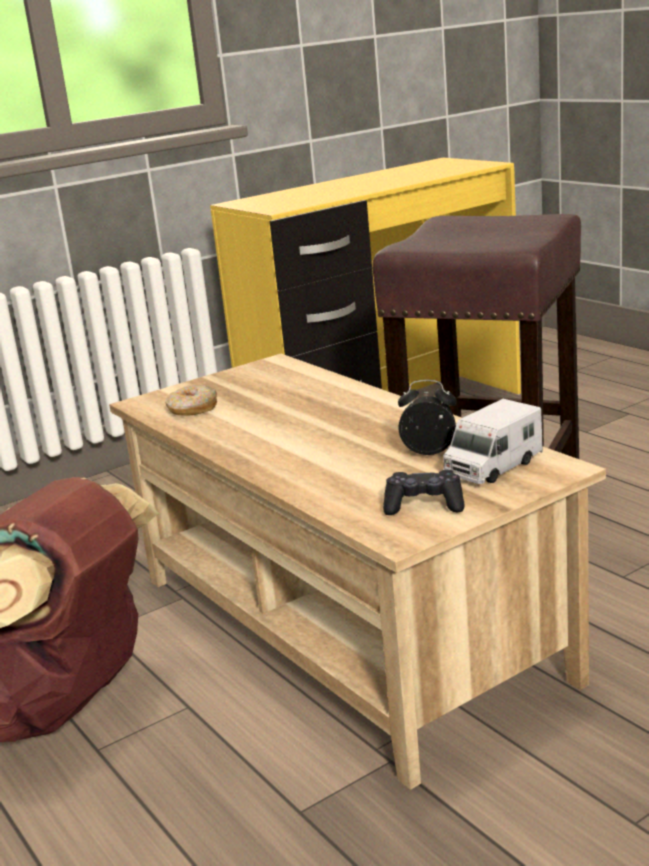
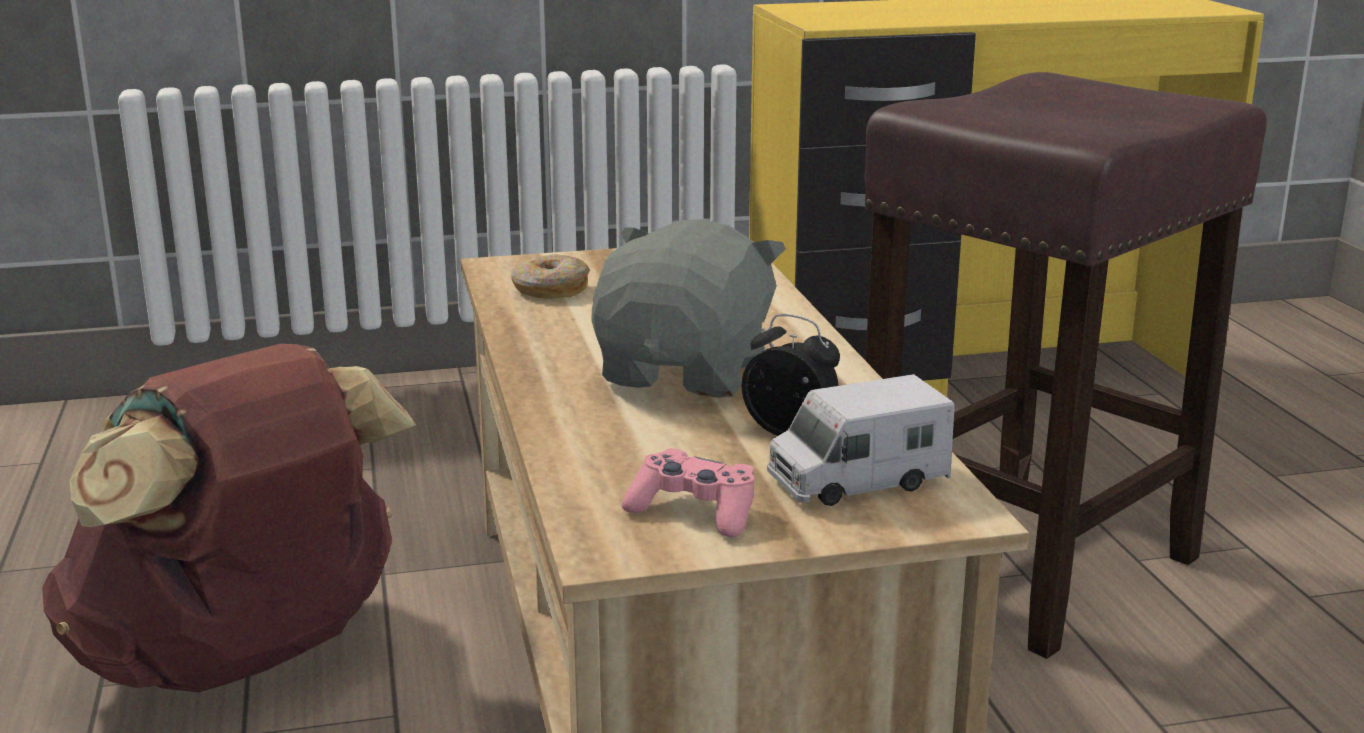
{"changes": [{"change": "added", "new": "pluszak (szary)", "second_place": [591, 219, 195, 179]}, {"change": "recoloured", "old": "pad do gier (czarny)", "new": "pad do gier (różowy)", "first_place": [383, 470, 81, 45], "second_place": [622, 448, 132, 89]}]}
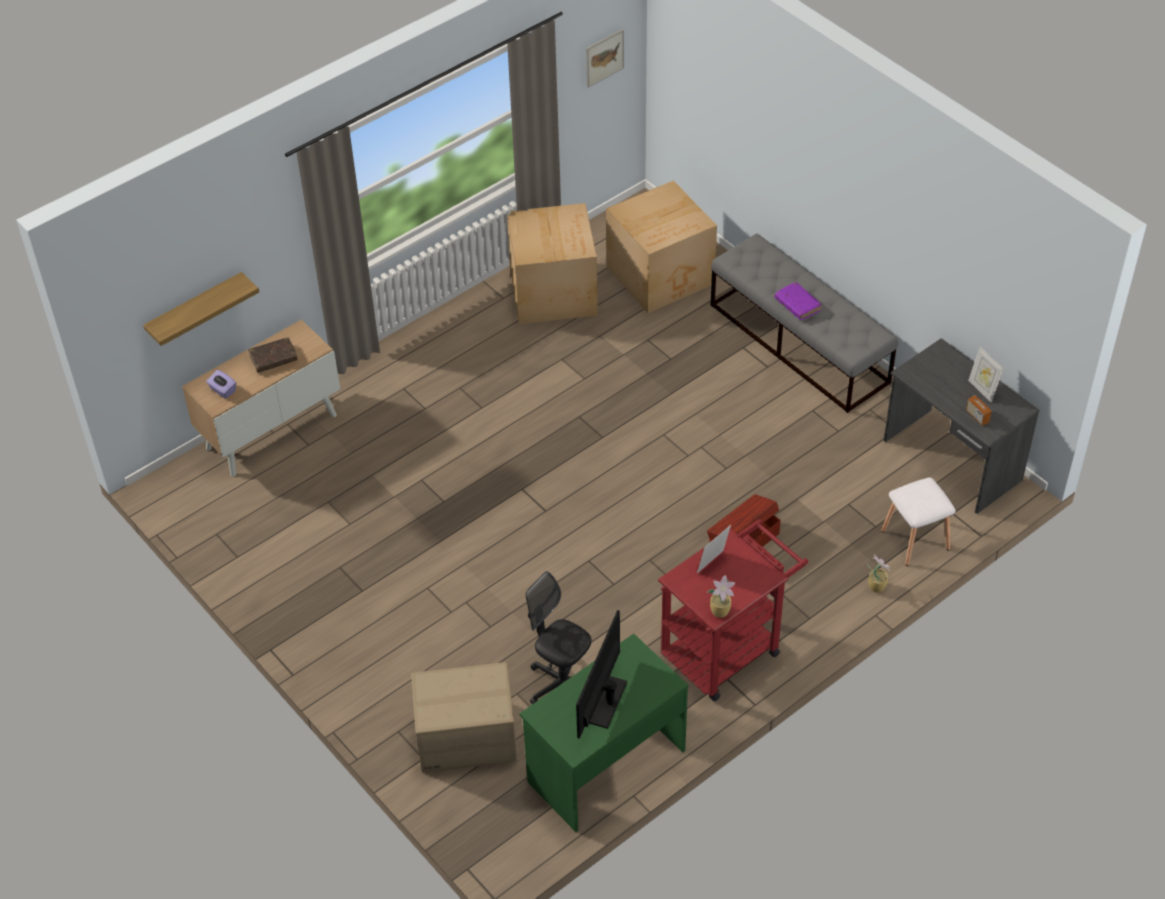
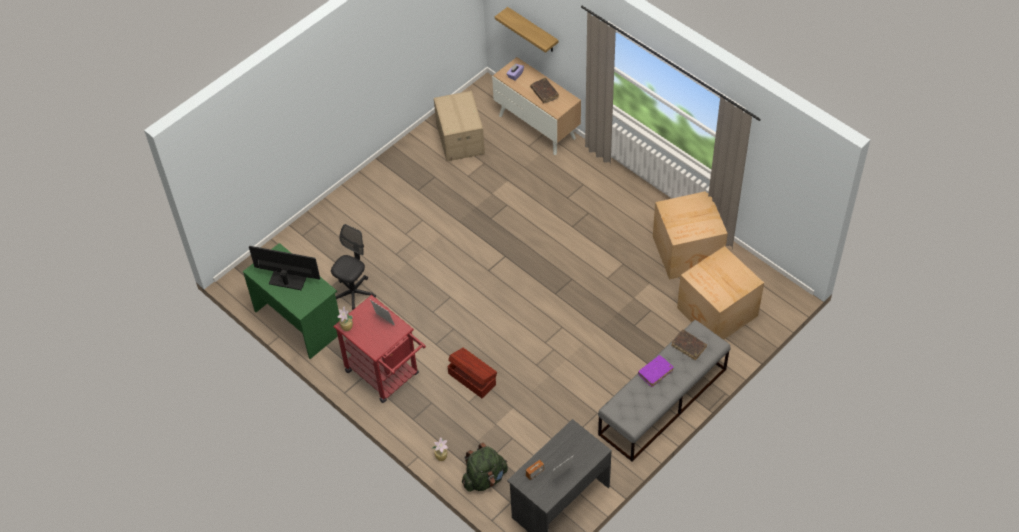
{"changes": [{"change": "removed", "old": "obraz", "first_place": [586, 29, 38, 58]}, {"change": "added", "new": "książka (brązowy)", "second_place": [671, 329, 36, 31]}, {"change": "moved", "old": "karton", "first_place": [411, 662, 107, 110], "second_place": [434, 91, 51, 70]}, {"change": "replaced", "old": "stołek (biały)", "new": "plecak (zielony)", "first_place": [881, 477, 75, 89], "second_place": [462, 443, 46, 49]}]}
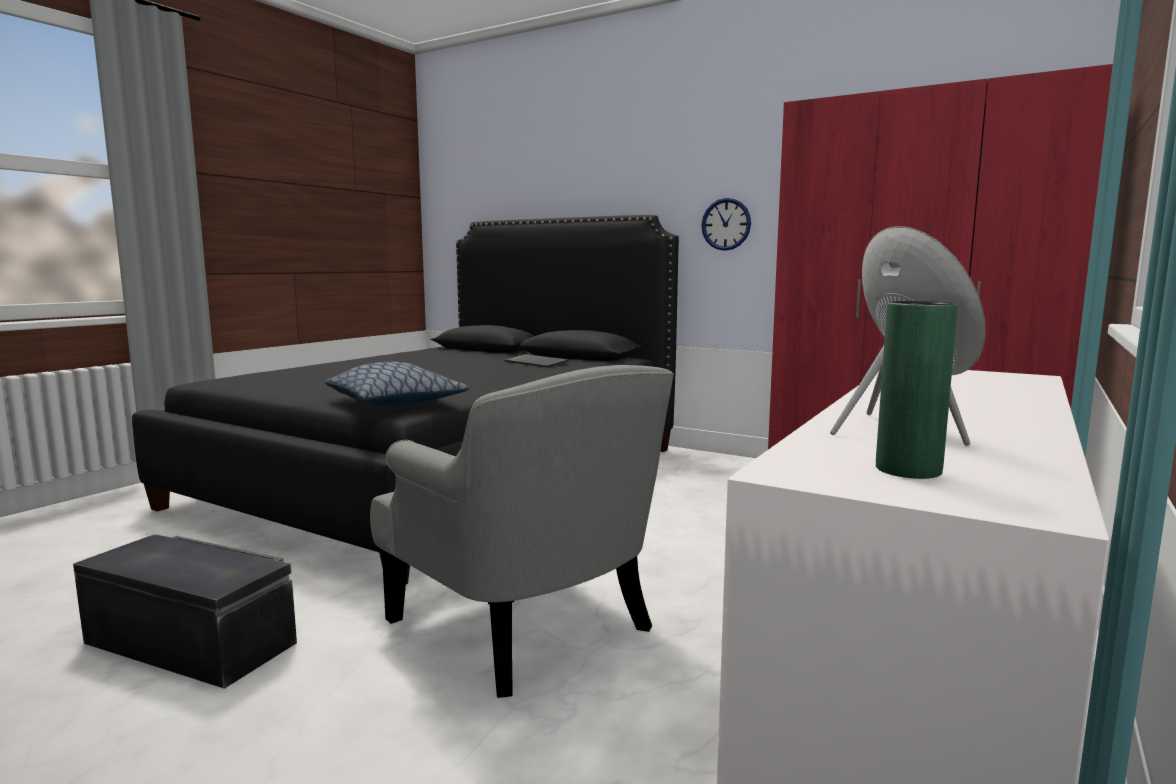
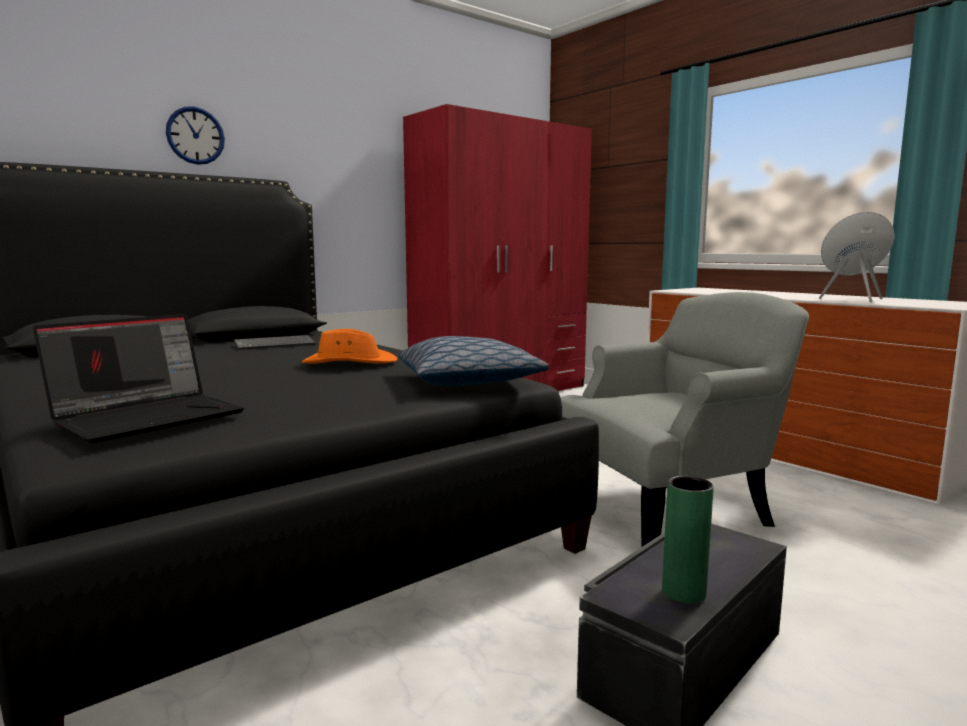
{"changes": [{"change": "added", "new": "laptop", "second_place": [33, 314, 211, 129]}, {"change": "added", "new": "kapelusz (pomarańczowy)", "second_place": [302, 329, 96, 35]}, {"change": "moved", "old": "zegar ścienny", "first_place": [701, 198, 50, 53], "second_place": [166, 106, 59, 59]}, {"change": "moved", "old": "wazon (zielony)", "first_place": [876, 301, 82, 178], "second_place": [662, 476, 52, 128]}]}
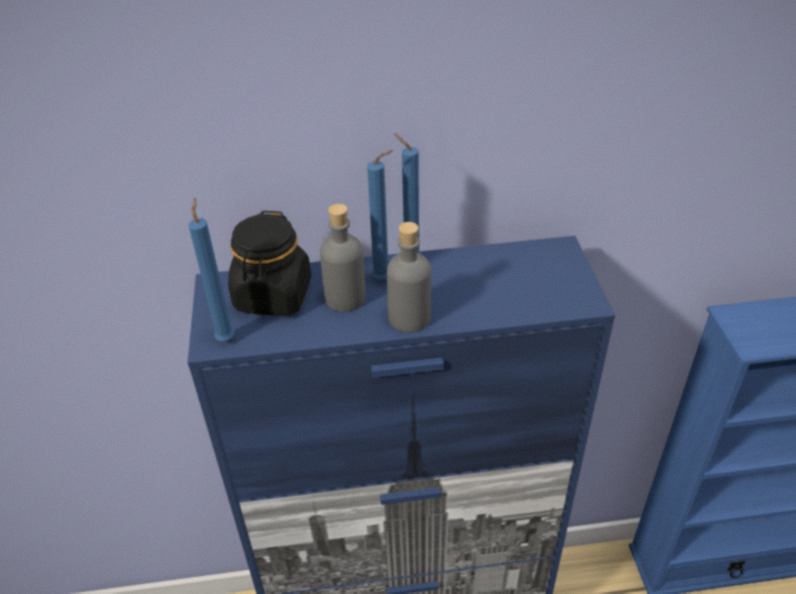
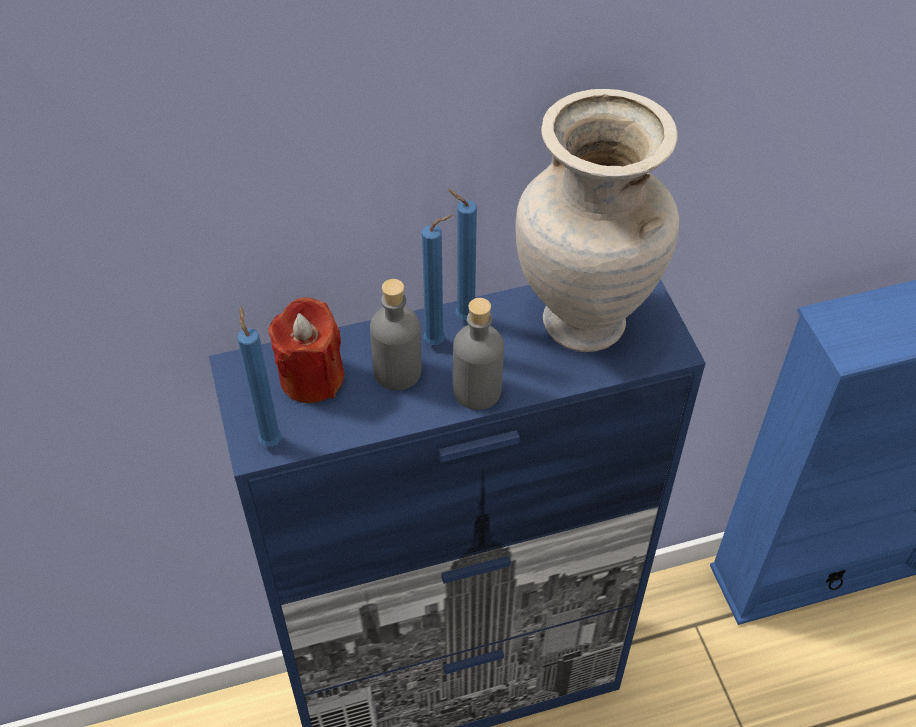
{"changes": [{"change": "added", "new": "wazon (beżowy)", "second_place": [515, 89, 164, 263]}, {"change": "replaced", "old": "słoik (czarny)", "new": "świeca (czerwony)", "first_place": [228, 211, 83, 105], "second_place": [268, 297, 76, 106]}]}
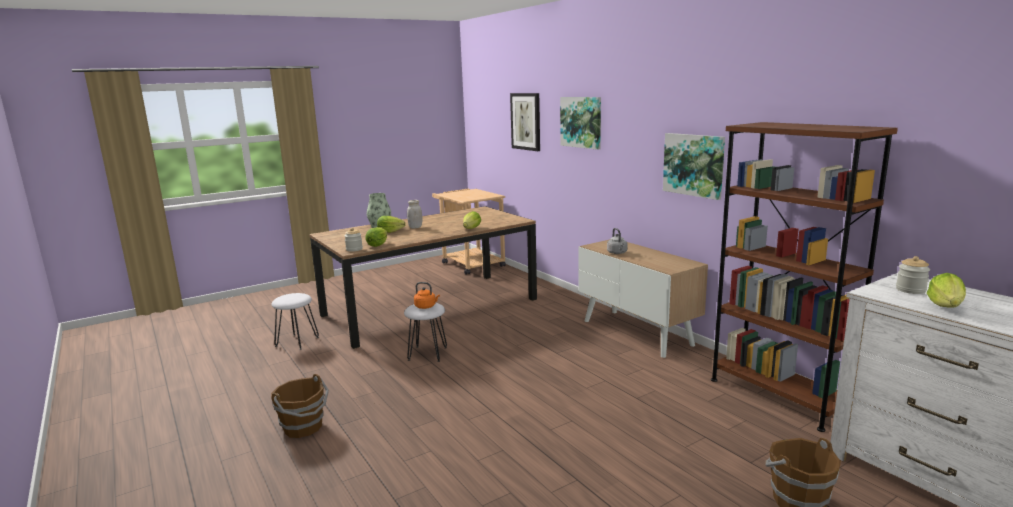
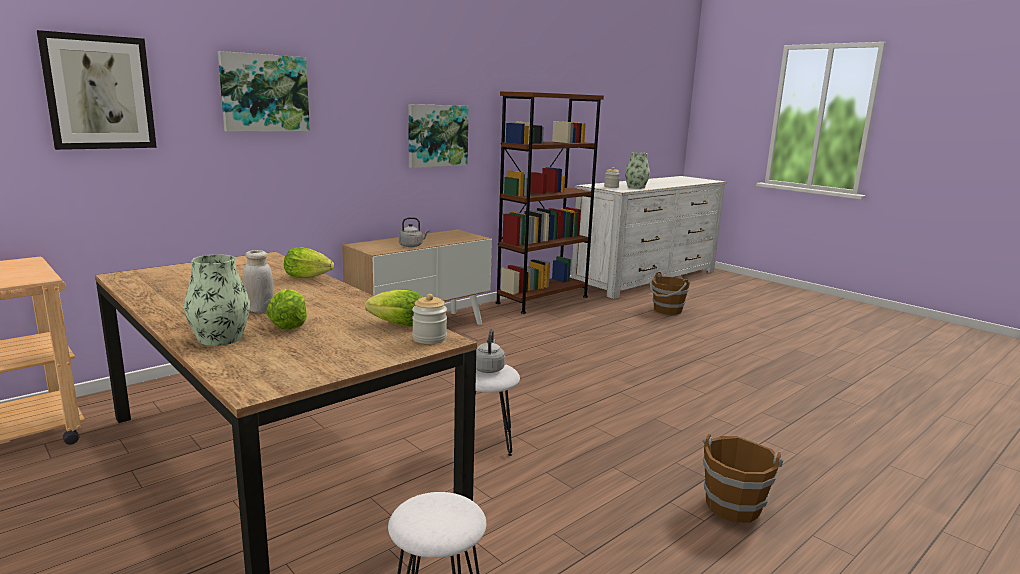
{"changes": [{"change": "replaced", "old": "sałata", "new": "wazon", "first_place": [927, 273, 39, 35], "second_place": [625, 152, 25, 37]}, {"change": "recoloured", "old": "czajnik (pomarańczowy)", "new": "czajnik (szary)", "first_place": [414, 282, 26, 27], "second_place": [476, 329, 29, 44]}]}
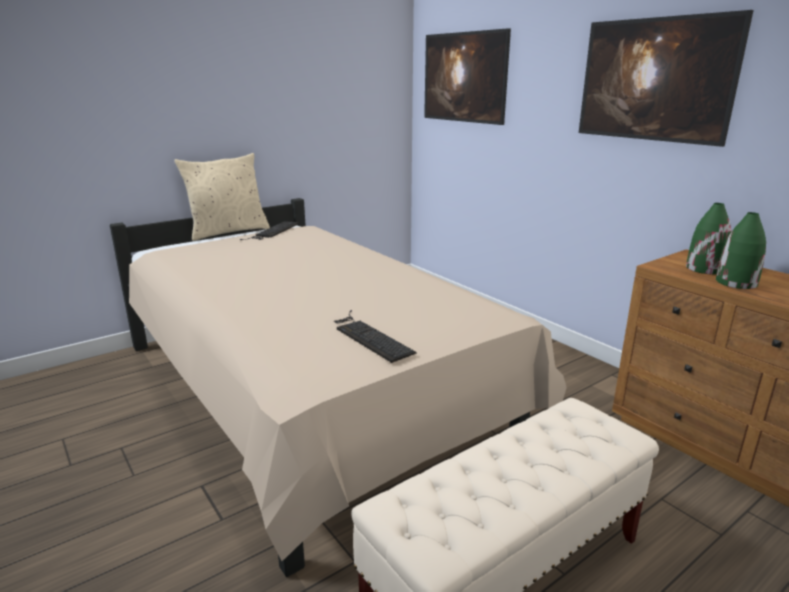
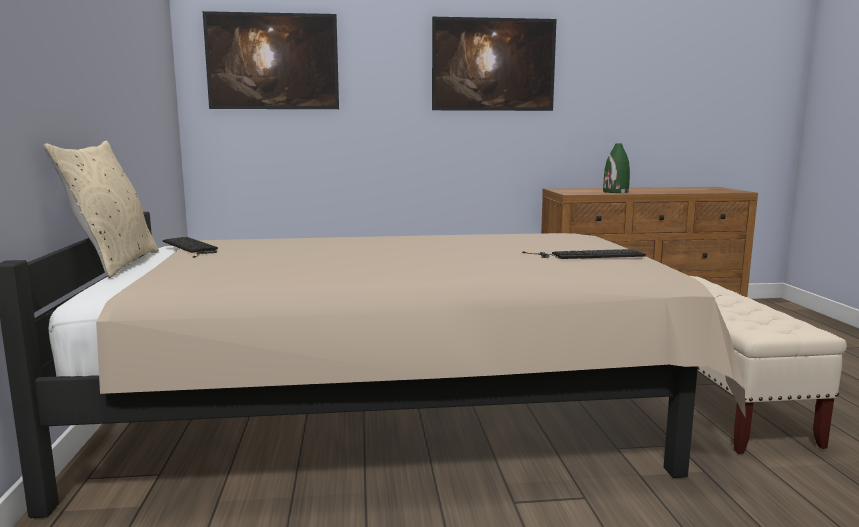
{"changes": [{"change": "removed", "old": "wazon (zielony)", "first_place": [686, 203, 45, 71]}]}
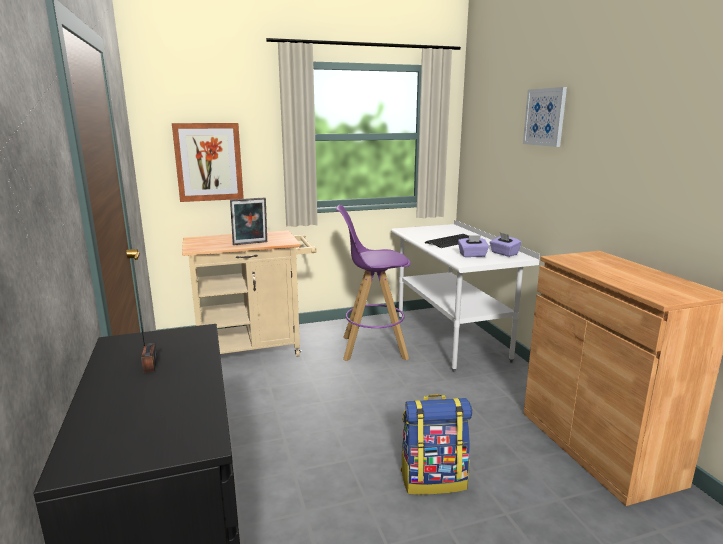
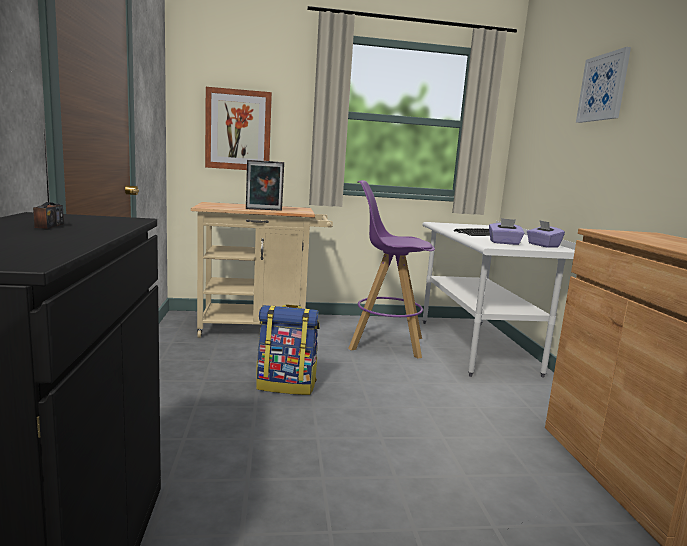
{"changes": [{"change": "moved", "old": "plecak", "first_place": [400, 394, 72, 101], "second_place": [256, 304, 64, 91]}]}
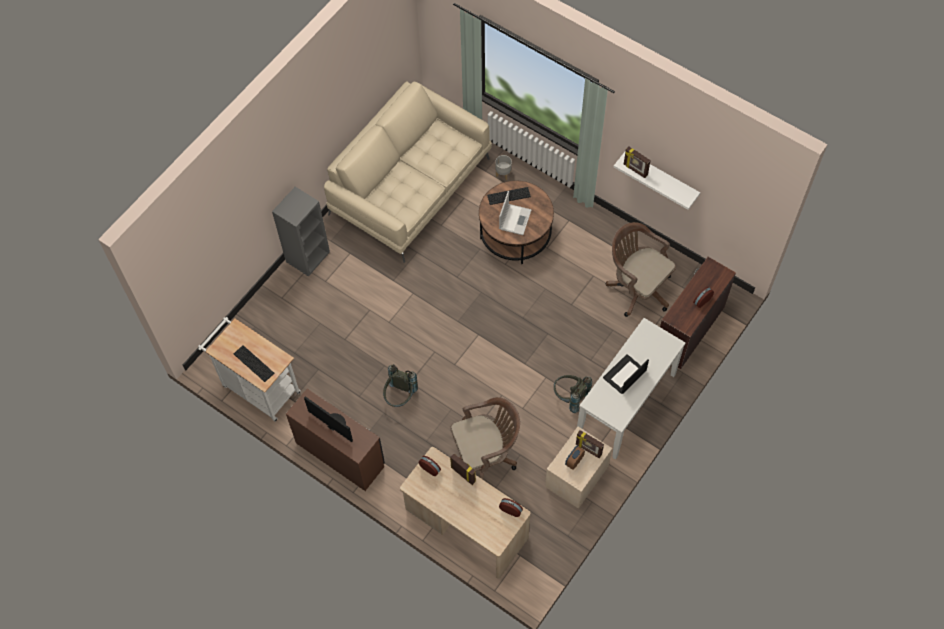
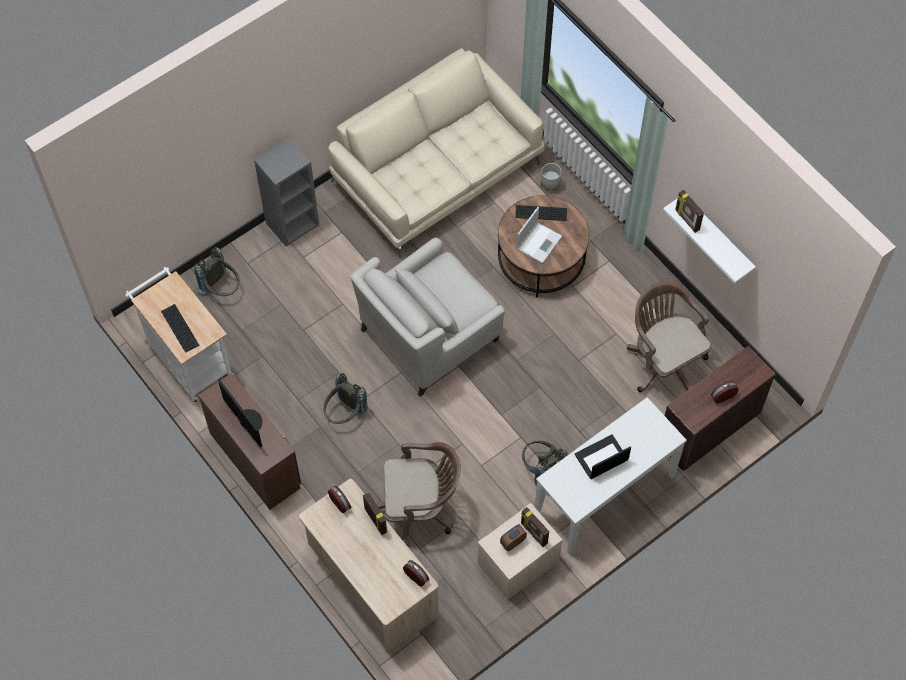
{"changes": [{"change": "added", "new": "plecak (szary)", "second_place": [194, 247, 46, 49]}, {"change": "added", "new": "fotel (biały)", "second_place": [350, 238, 155, 159]}]}
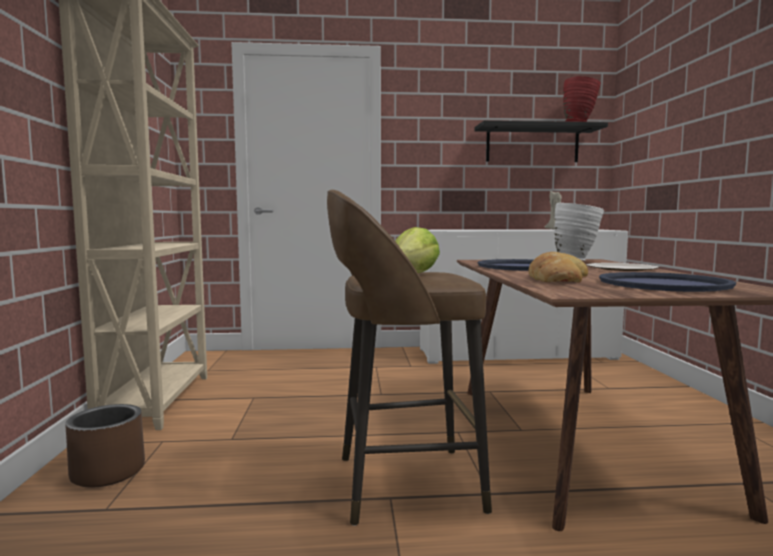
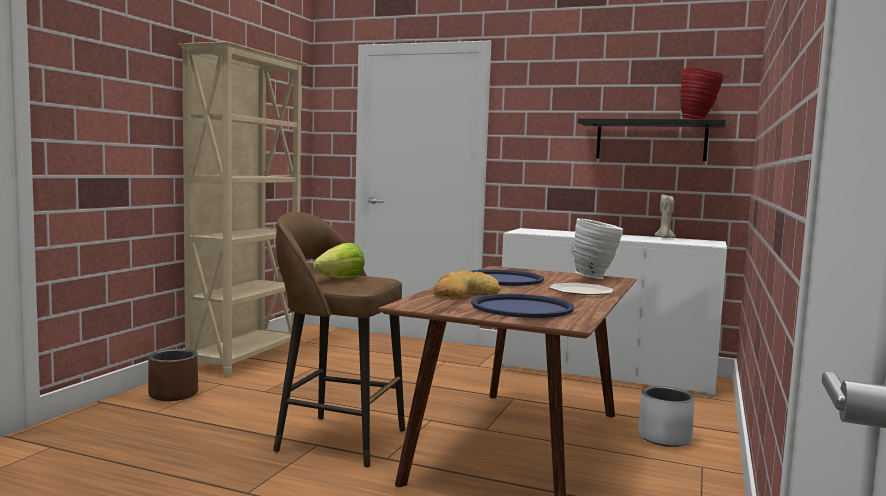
{"changes": [{"change": "added", "new": "donica (szary)", "second_place": [638, 386, 57, 61]}]}
